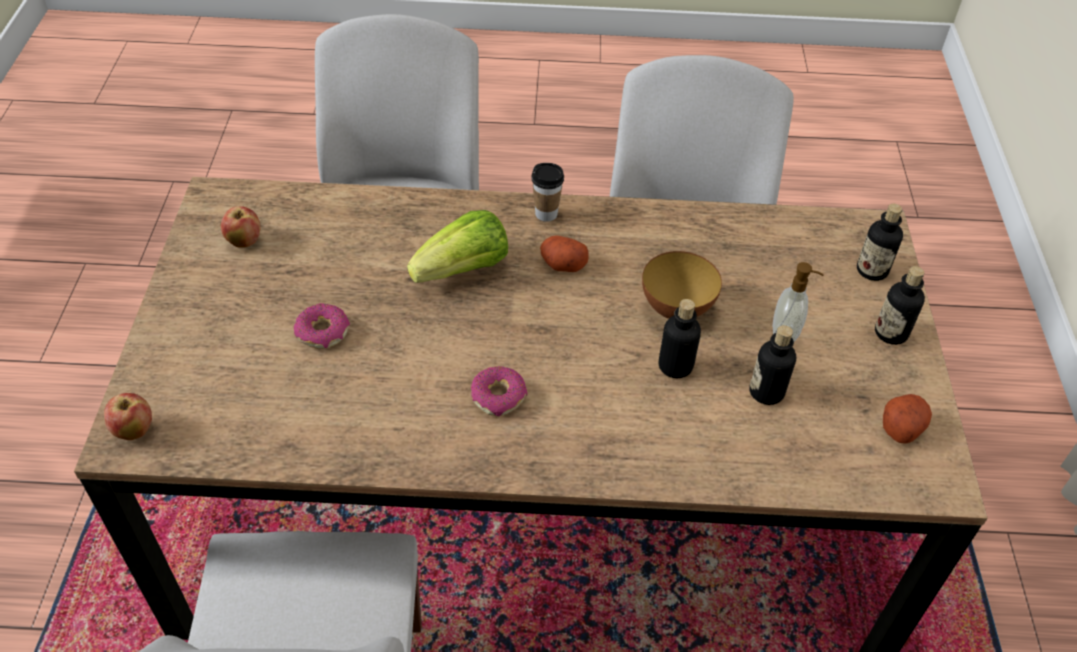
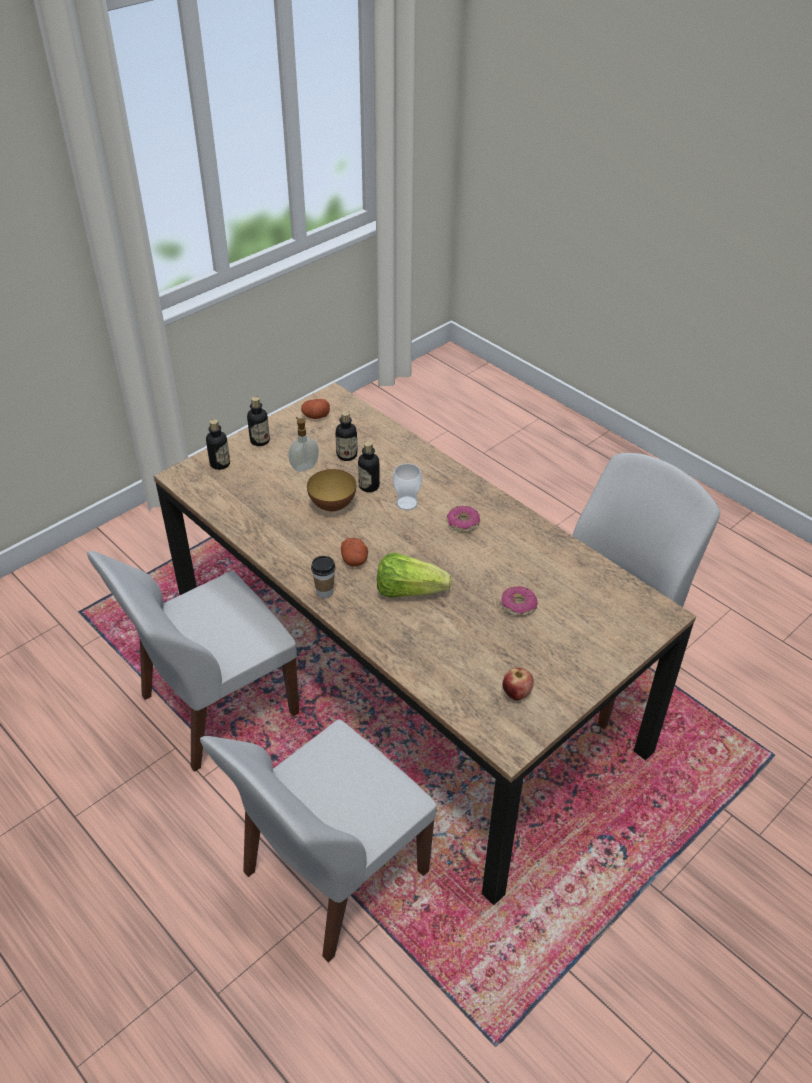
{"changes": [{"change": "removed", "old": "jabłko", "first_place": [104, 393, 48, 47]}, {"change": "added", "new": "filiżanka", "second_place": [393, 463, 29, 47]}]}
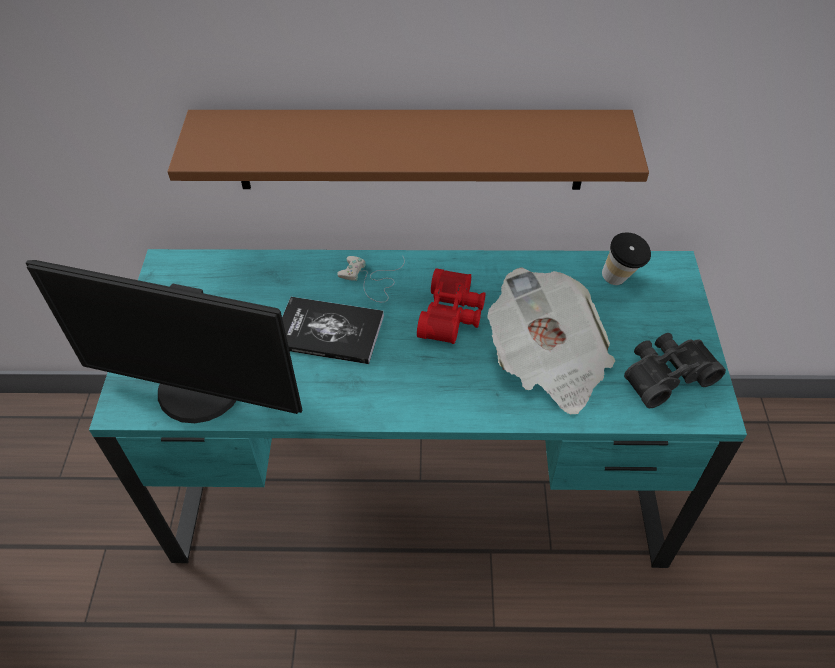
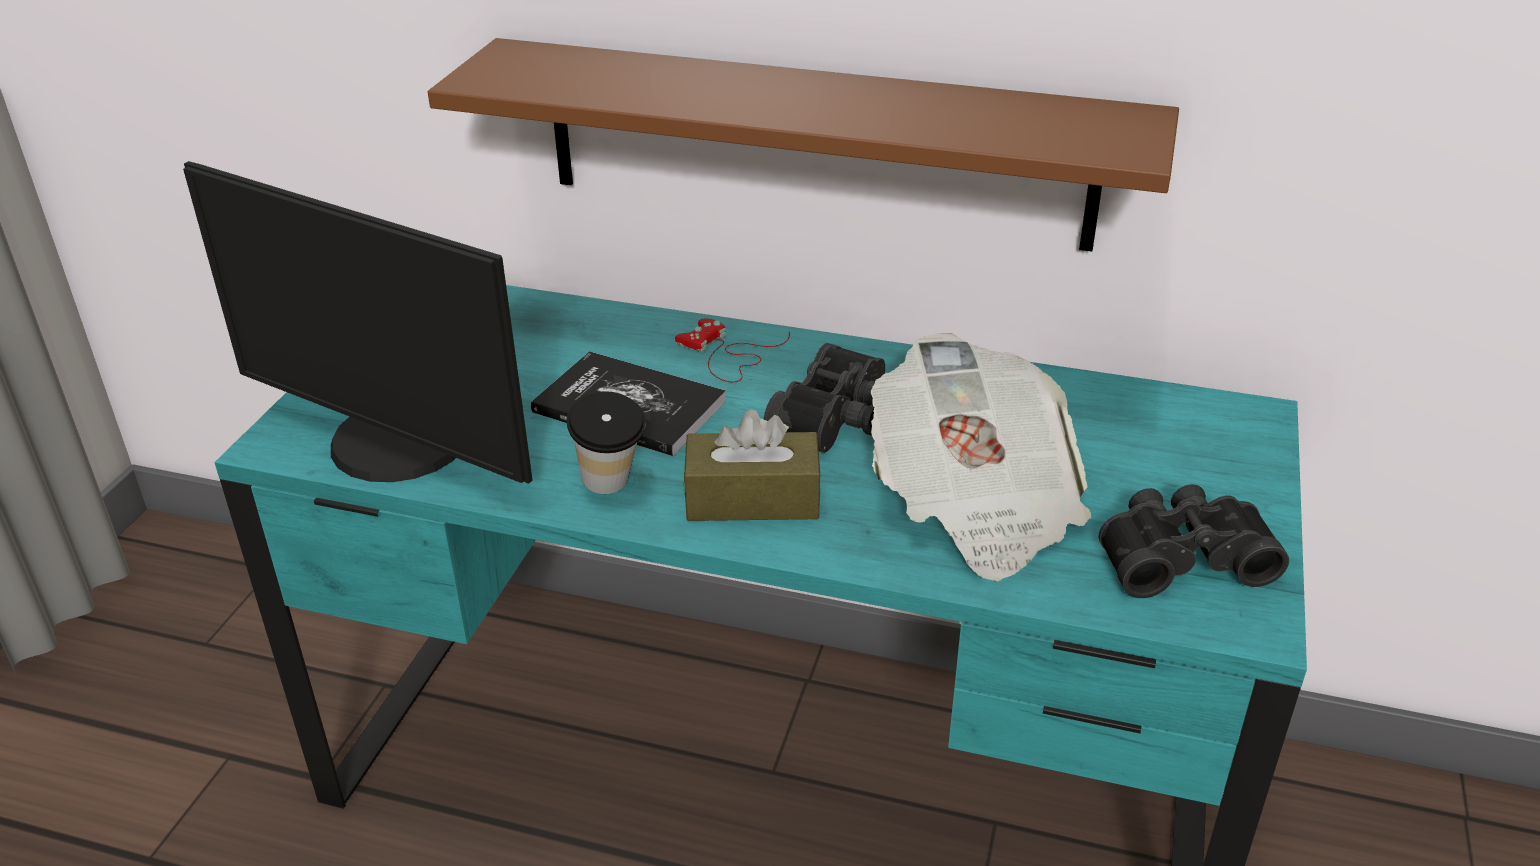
{"changes": [{"change": "added", "new": "pudełko chusteczek (brązowy)", "second_place": [684, 409, 137, 112]}, {"change": "moved", "old": "filiżanka", "first_place": [602, 233, 49, 52], "second_place": [566, 391, 80, 103]}, {"change": "recoloured", "old": "pad do gier (biały)", "new": "pad do gier (czerwony)", "first_place": [337, 256, 68, 46], "second_place": [675, 318, 115, 64]}, {"change": "recoloured", "old": "lornetka (czerwony)", "new": "lornetka (czarny)", "first_place": [417, 268, 68, 76], "second_place": [763, 343, 122, 110]}]}
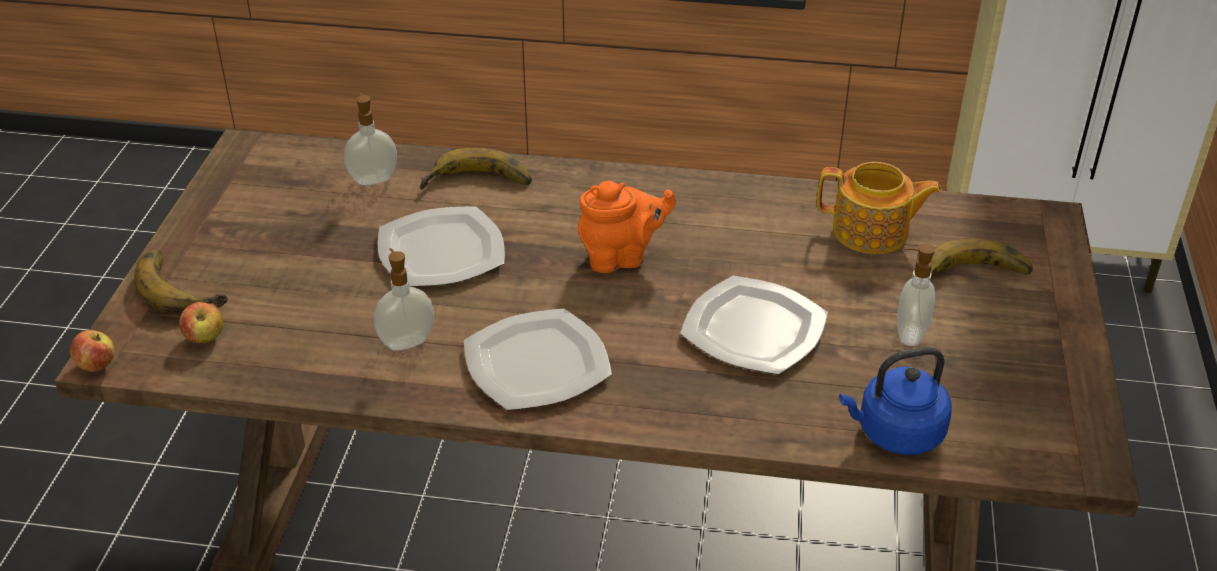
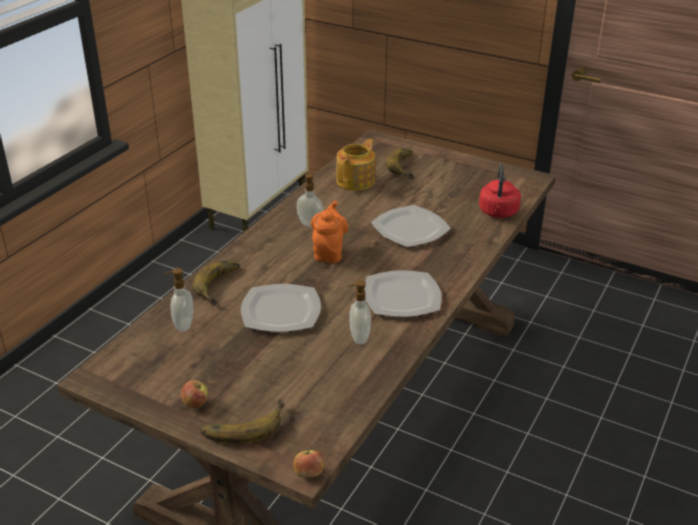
{"changes": [{"change": "moved", "old": "jabłko", "first_place": [180, 302, 43, 41], "second_place": [181, 380, 27, 28]}, {"change": "moved", "old": "dozownik mydła", "first_place": [897, 244, 38, 102], "second_place": [297, 173, 26, 55]}, {"change": "recoloured", "old": "czajnik (niebieski)", "new": "czajnik (czerwony)", "first_place": [839, 347, 113, 108], "second_place": [479, 164, 42, 54]}]}
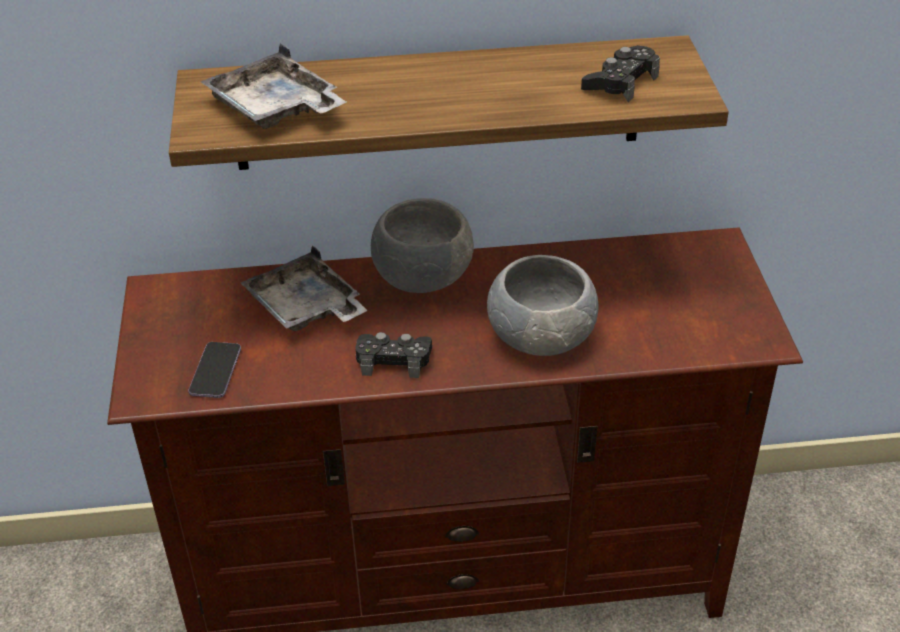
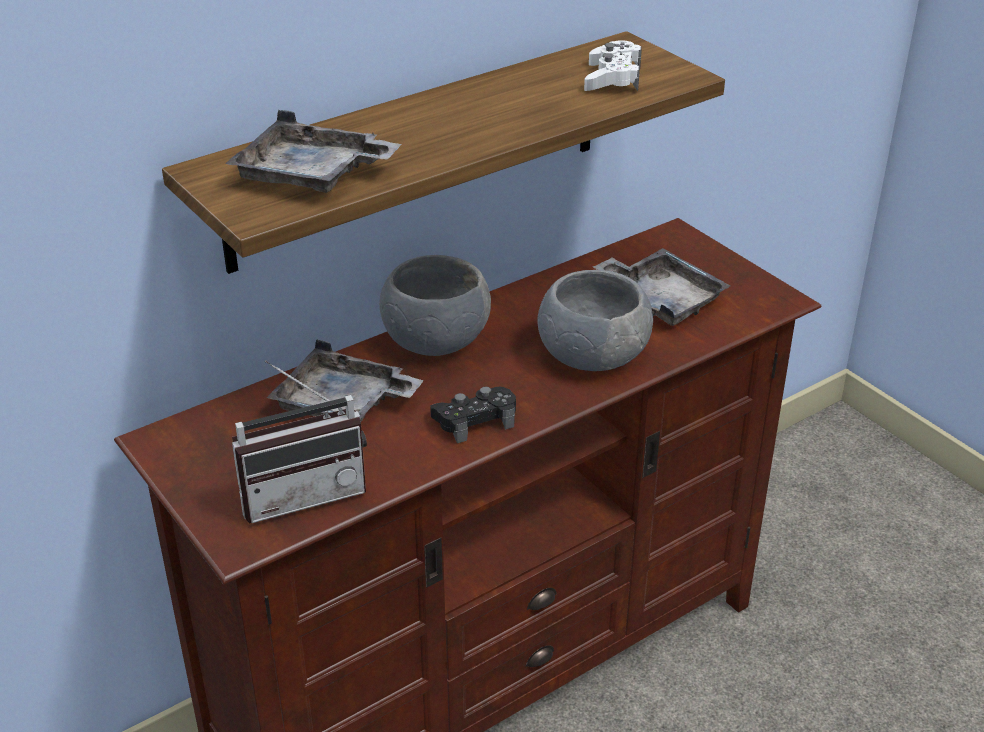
{"changes": [{"change": "added", "new": "taca (szary)", "second_place": [593, 248, 137, 78]}, {"change": "replaced", "old": "telefon", "new": "radio", "first_place": [189, 342, 52, 56], "second_place": [232, 360, 135, 164]}, {"change": "recoloured", "old": "pad do gier (czarny)", "new": "pad do gier (biały)", "first_place": [581, 45, 79, 57], "second_place": [584, 40, 58, 51]}]}
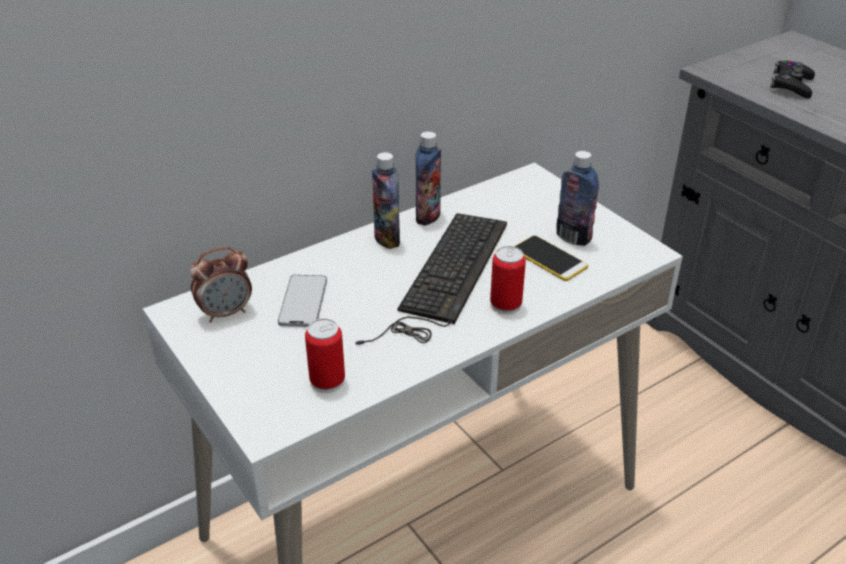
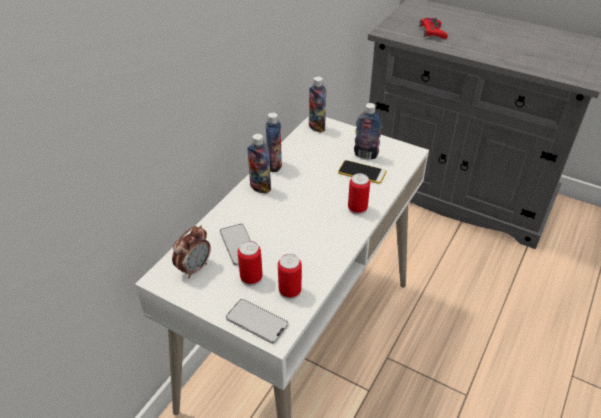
{"changes": [{"change": "removed", "old": "klawiatura", "first_place": [355, 213, 152, 132]}, {"change": "added", "new": "telefon", "second_place": [226, 299, 62, 45]}, {"change": "added", "new": "puszka", "second_place": [238, 241, 25, 45]}, {"change": "added", "new": "butelka", "second_place": [309, 76, 17, 57]}, {"change": "recoloured", "old": "pad do gier (czarny)", "new": "pad do gier (czerwony)", "first_place": [770, 61, 45, 38], "second_place": [419, 18, 29, 21]}]}
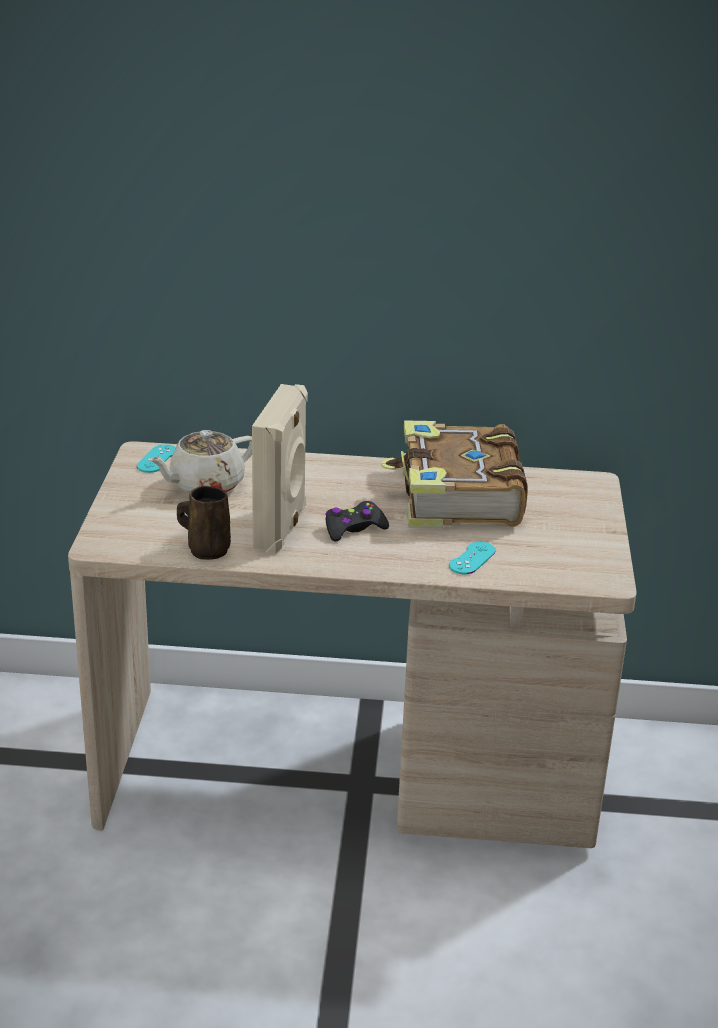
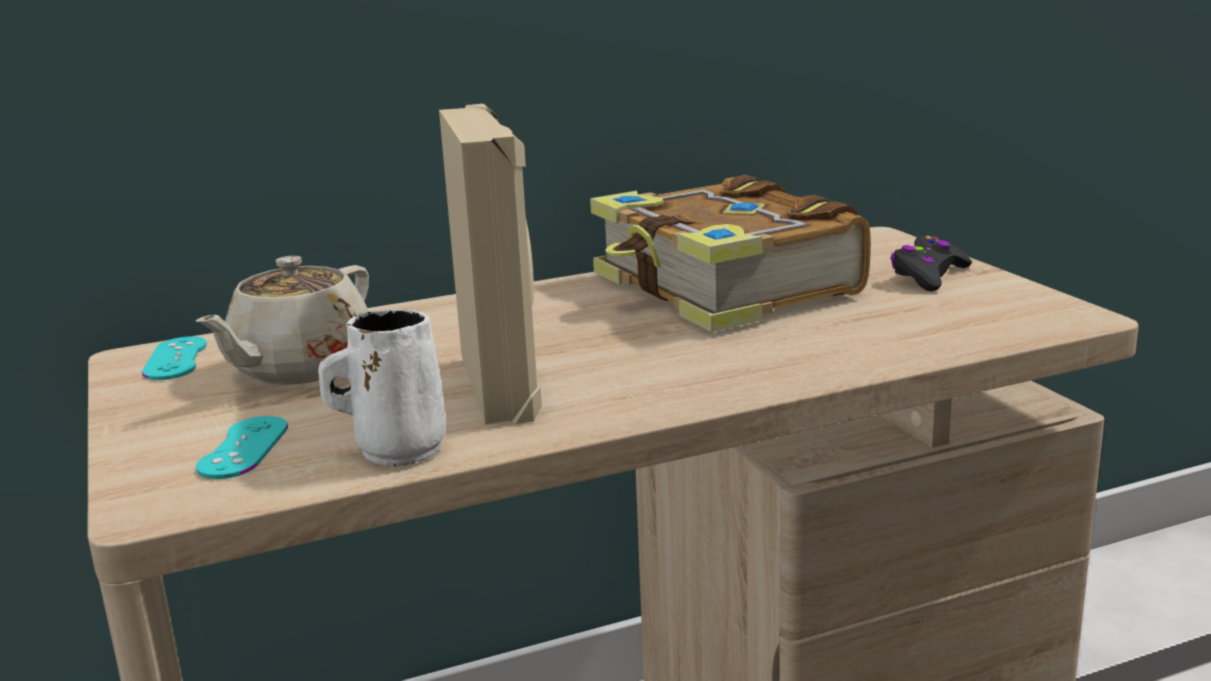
{"changes": [{"change": "moved", "old": "pad do gier (czarny)", "first_place": [326, 501, 63, 40], "second_place": [890, 235, 82, 56]}, {"change": "moved", "old": "pad do gier (turkusowy)", "first_place": [449, 542, 47, 32], "second_place": [196, 416, 92, 63]}, {"change": "recoloured", "old": "kubek (brązowy)", "new": "kubek (biały)", "first_place": [177, 486, 54, 74], "second_place": [318, 309, 128, 157]}]}
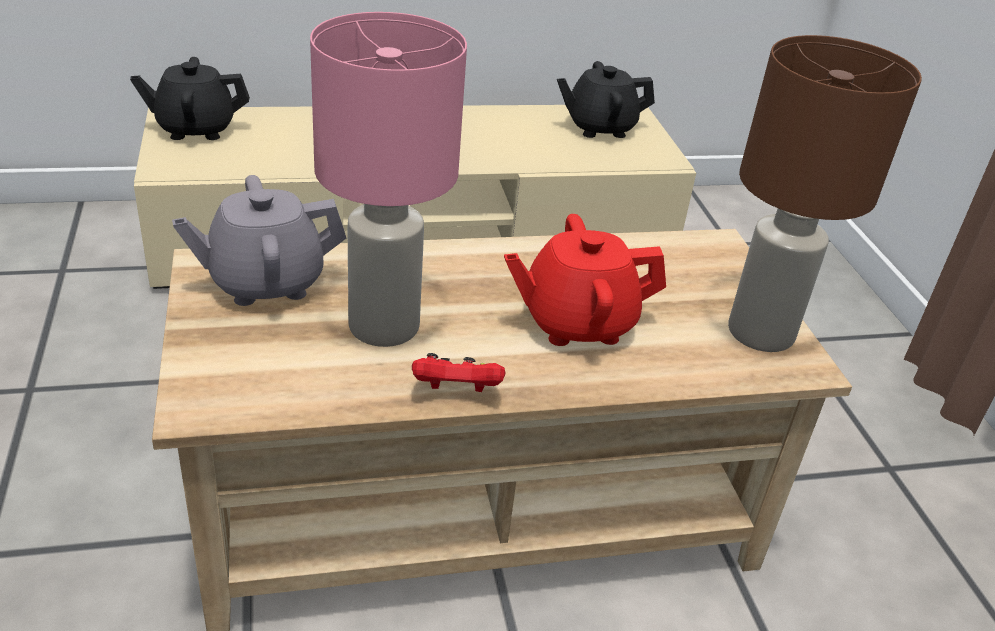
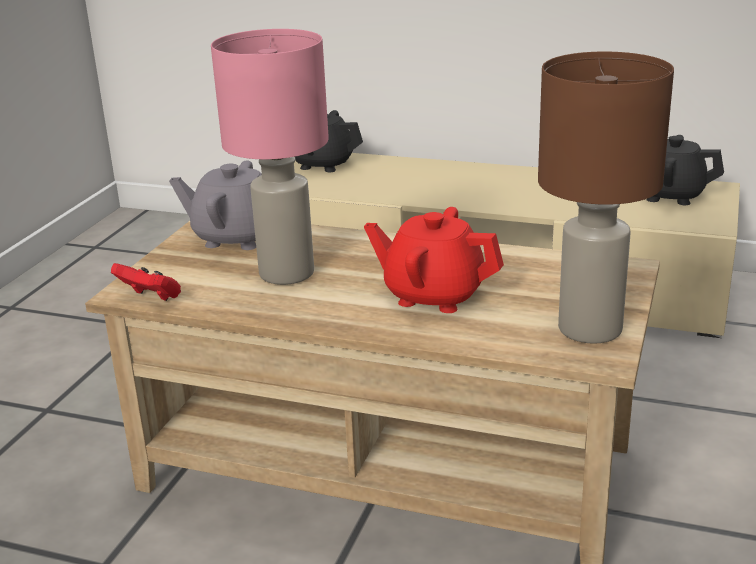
{"changes": [{"change": "moved", "old": "pad do gier (czerwony)", "first_place": [412, 353, 93, 39], "second_place": [111, 263, 70, 38]}]}
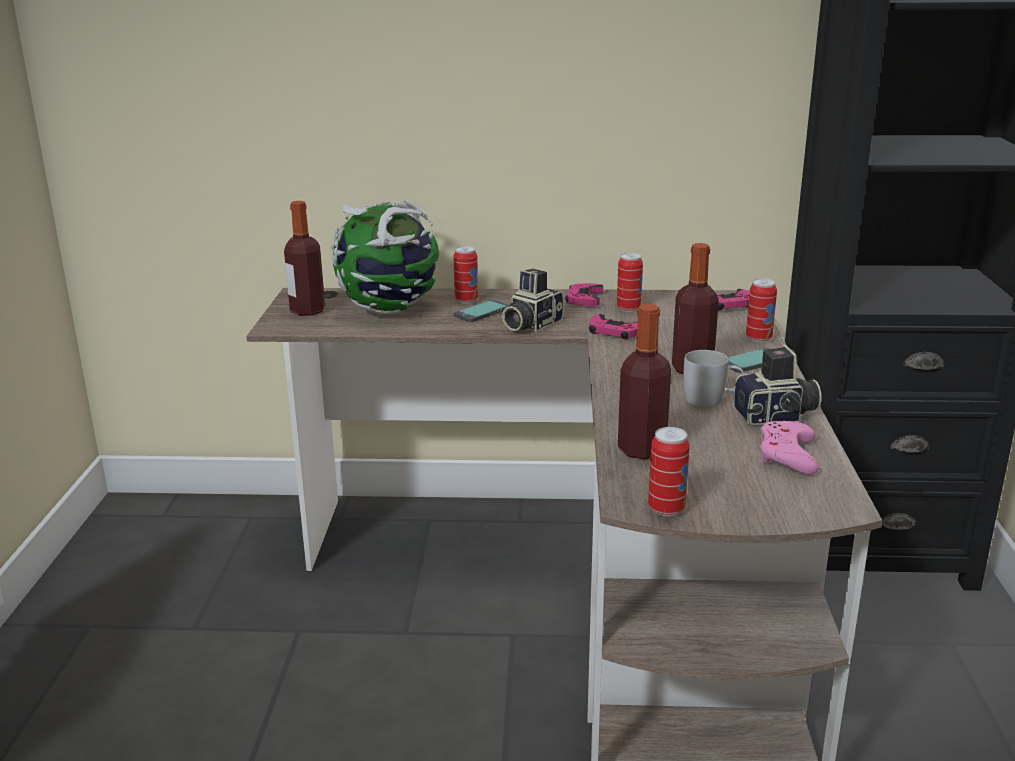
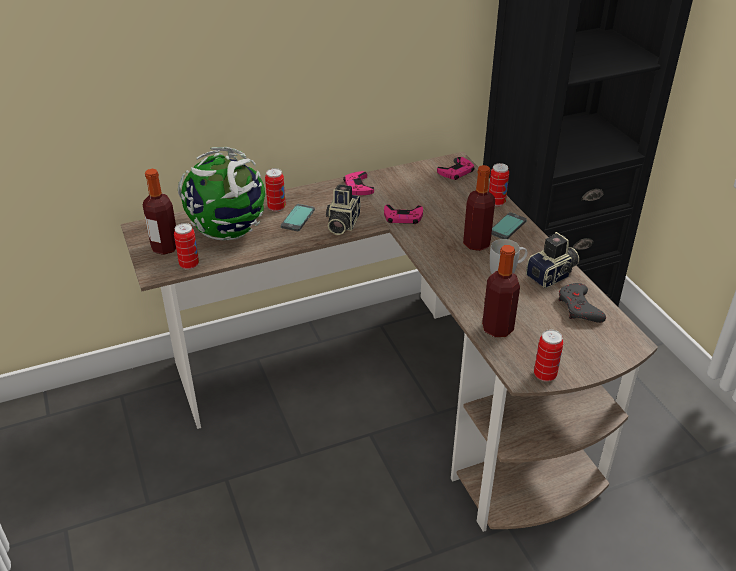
{"changes": [{"change": "moved", "old": "puszka", "first_place": [617, 253, 26, 59], "second_place": [174, 223, 25, 47]}, {"change": "recoloured", "old": "pad do gier (różowy)", "new": "pad do gier (szary)", "first_place": [760, 421, 58, 54], "second_place": [559, 283, 47, 40]}]}
